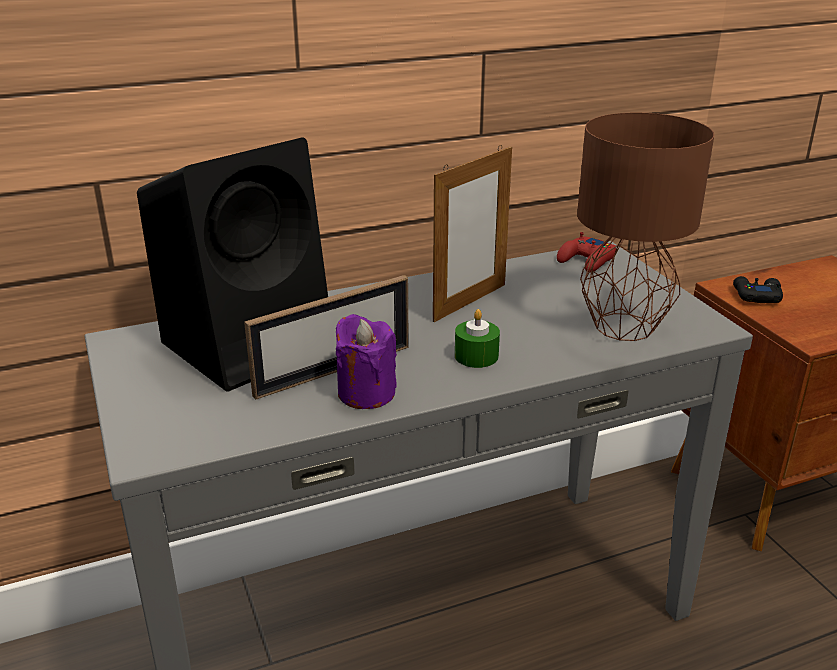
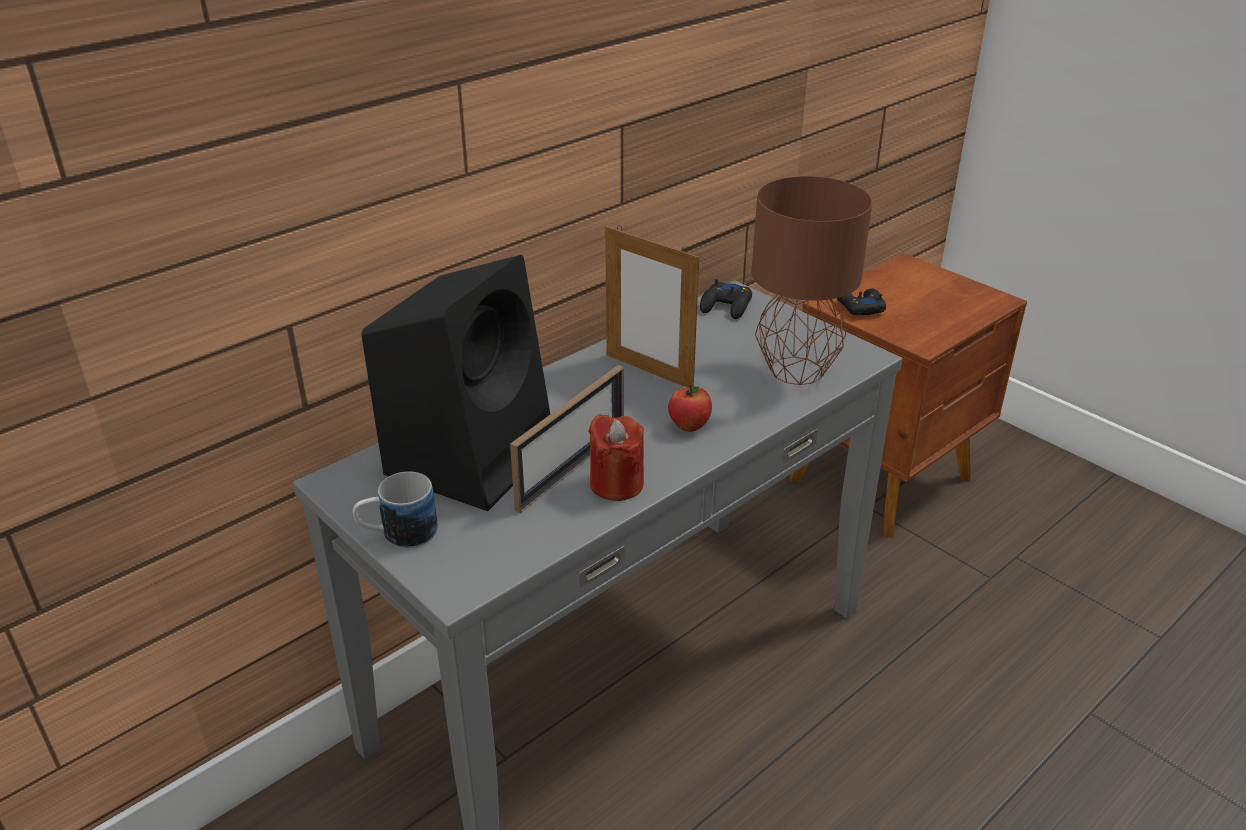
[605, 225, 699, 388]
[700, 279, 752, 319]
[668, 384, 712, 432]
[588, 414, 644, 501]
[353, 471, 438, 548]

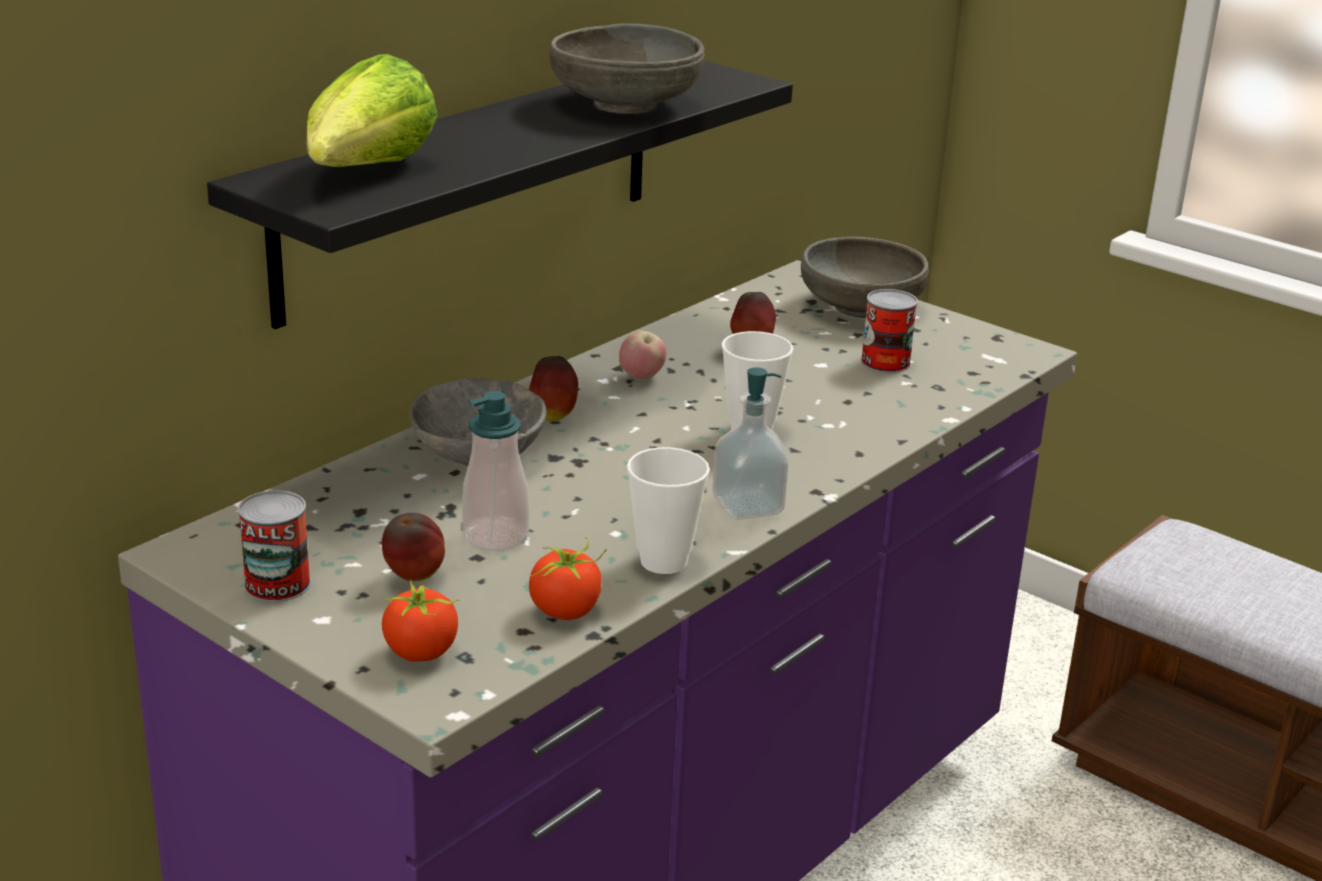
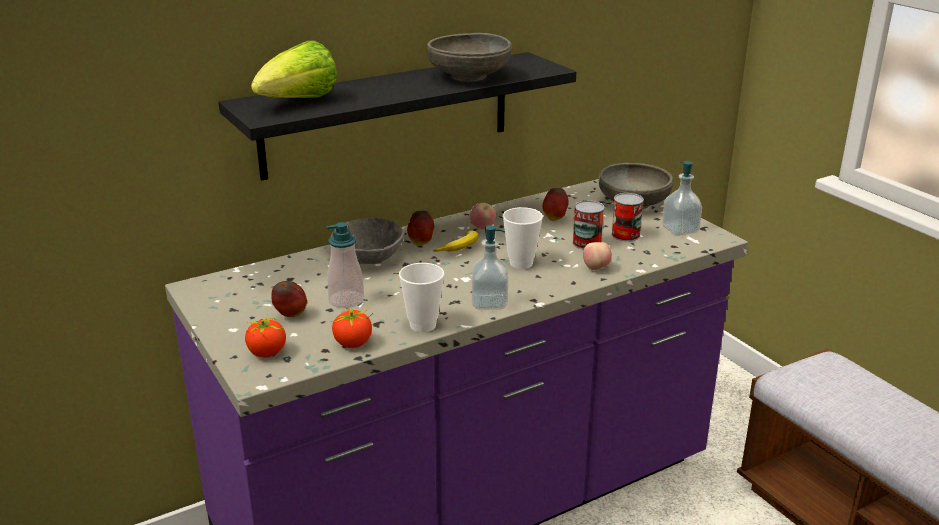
[572, 200, 604, 250]
[662, 161, 702, 236]
[433, 231, 478, 252]
[583, 242, 612, 270]

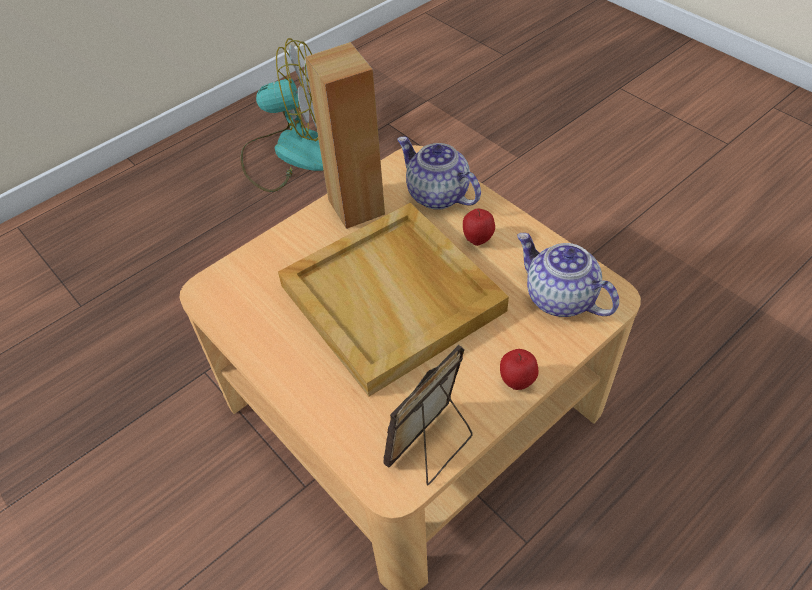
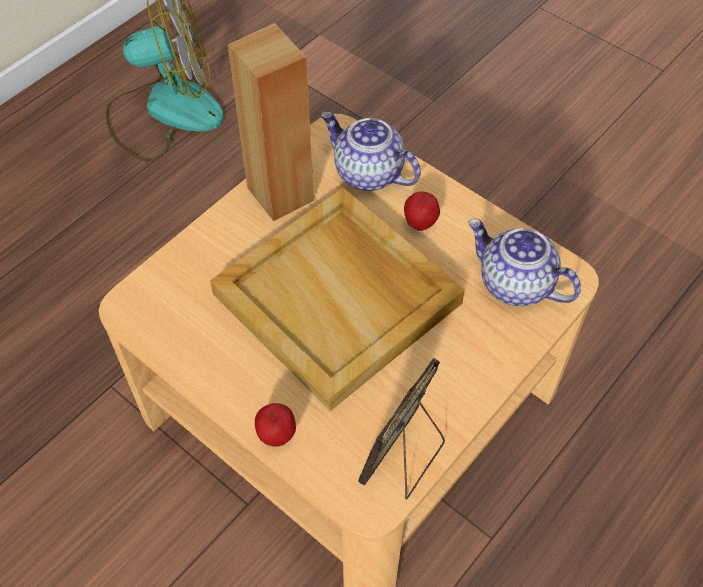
[255, 403, 296, 447]

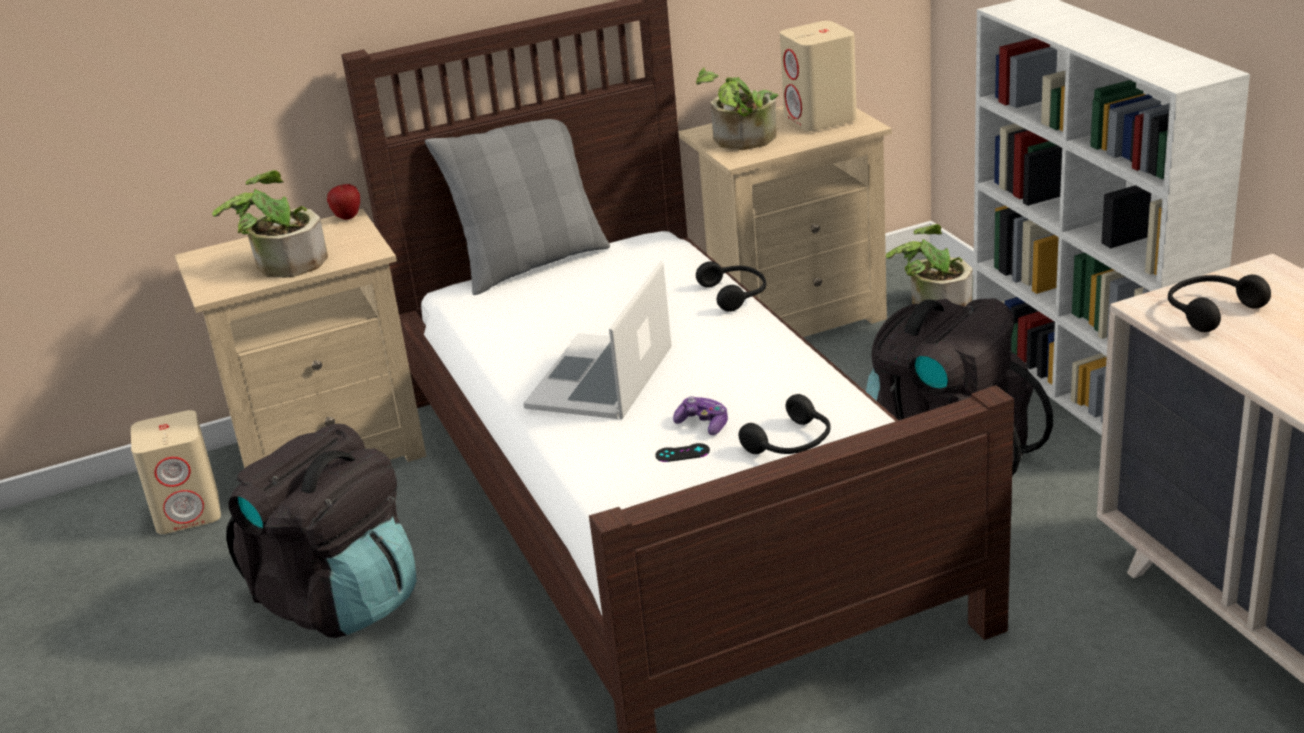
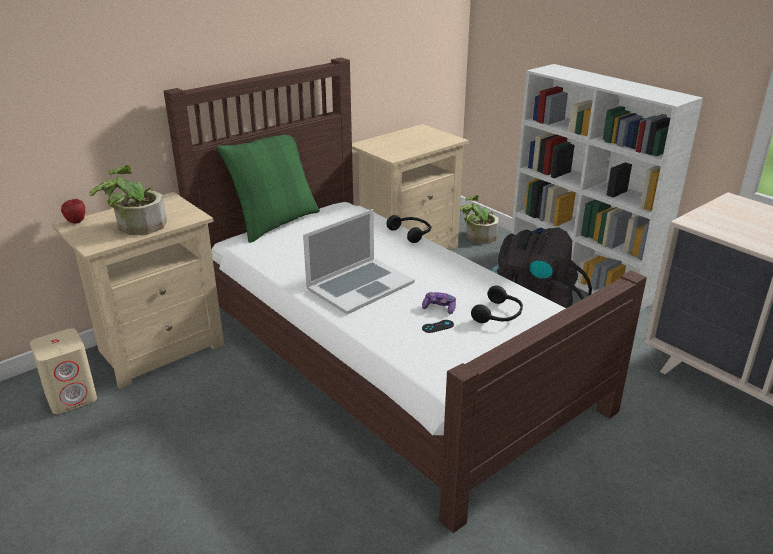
[780, 21, 857, 131] (first image)
[696, 68, 778, 150] (first image)
[217, 135, 320, 243]
[61, 199, 85, 224]
[303, 209, 415, 314]
[1168, 275, 1271, 332] (first image)
[226, 424, 417, 638] (first image)

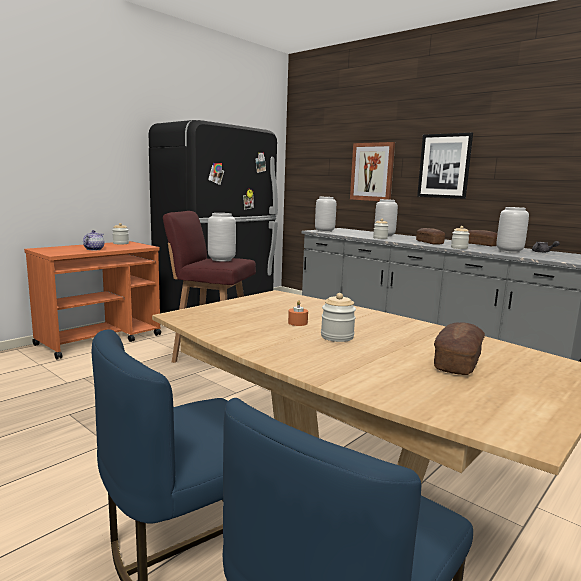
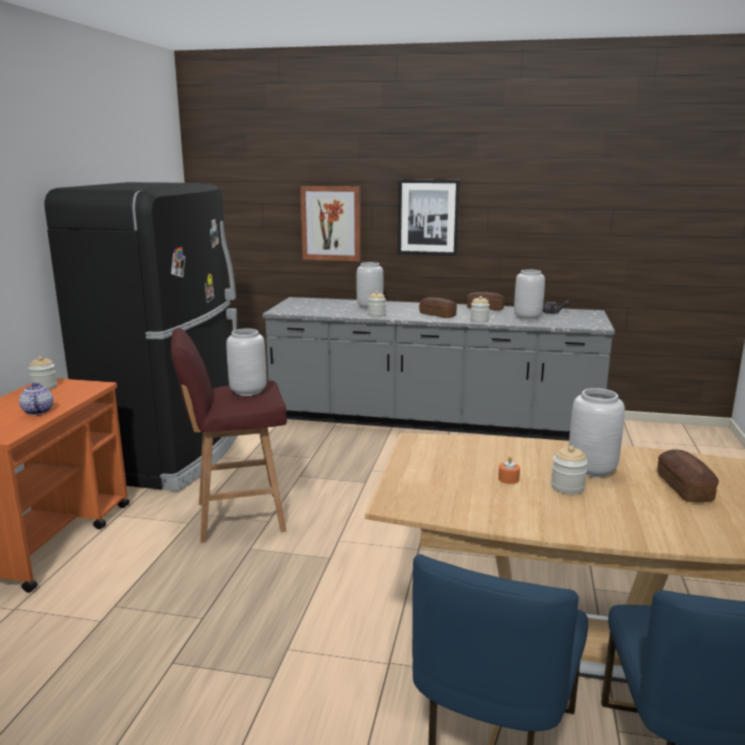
[569, 388, 625, 478]

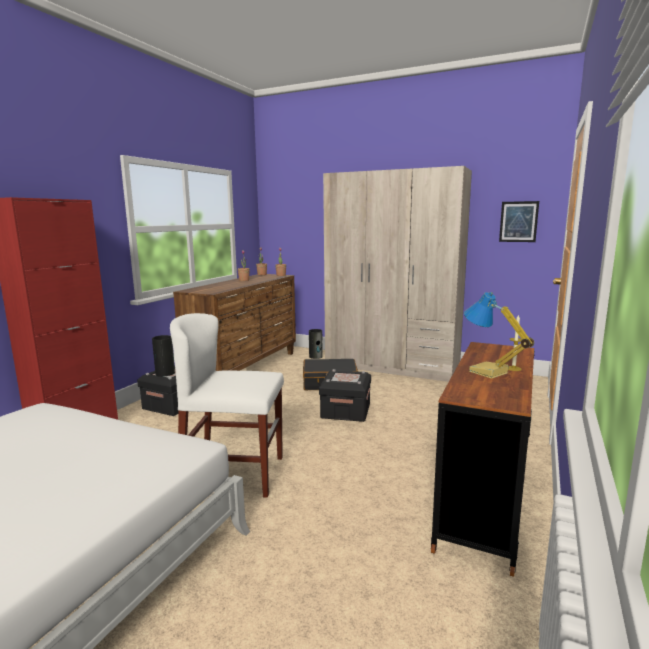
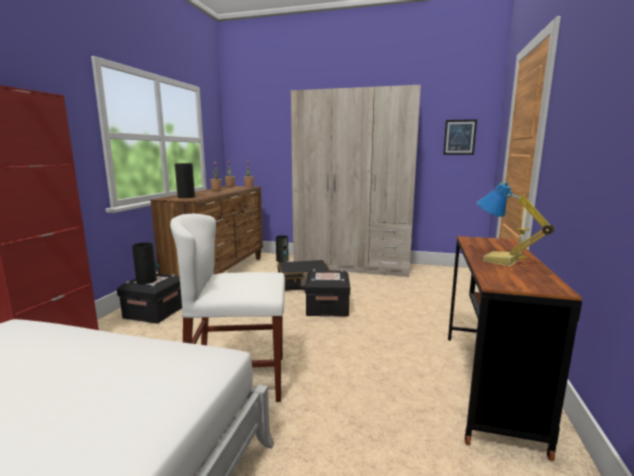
[175, 163, 195, 198]

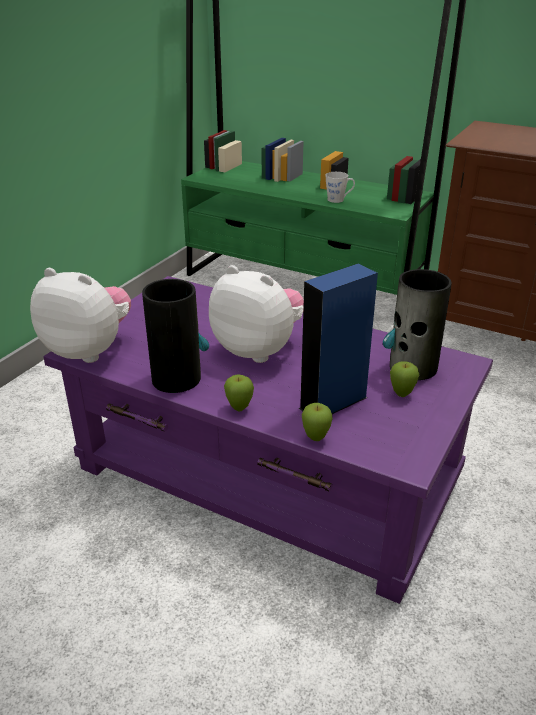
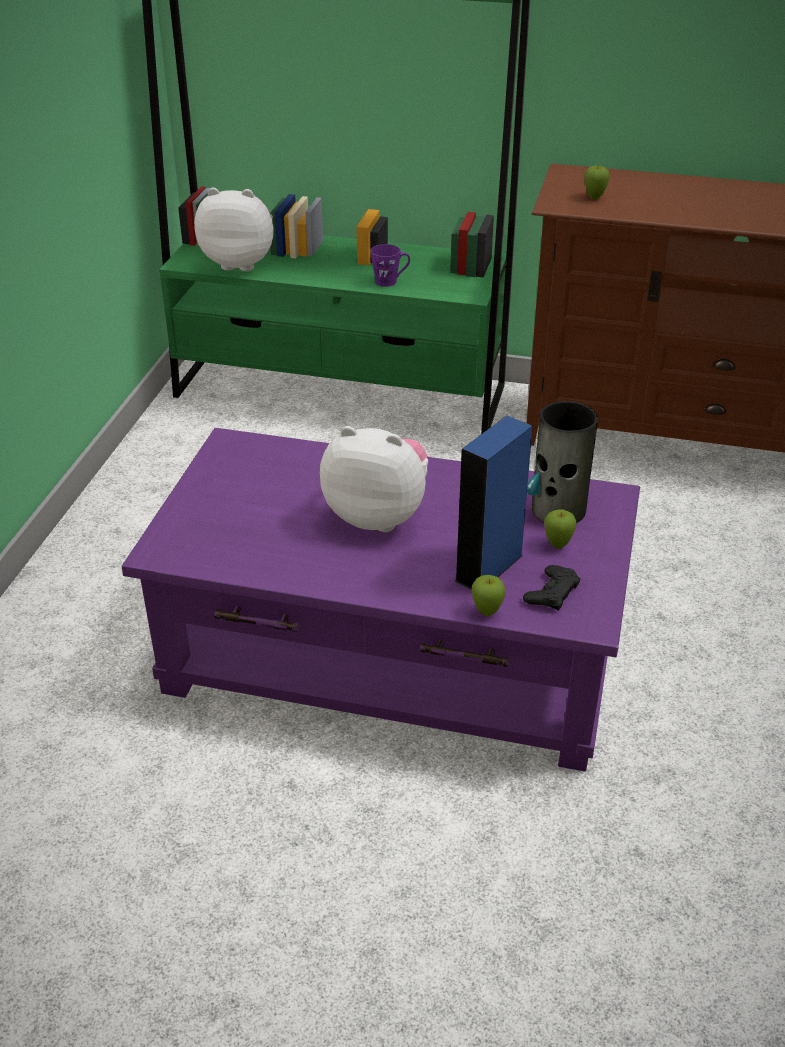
[371, 244, 410, 287]
[194, 187, 274, 272]
[142, 279, 209, 393] (first image)
[584, 166, 610, 200]
[523, 565, 581, 611]

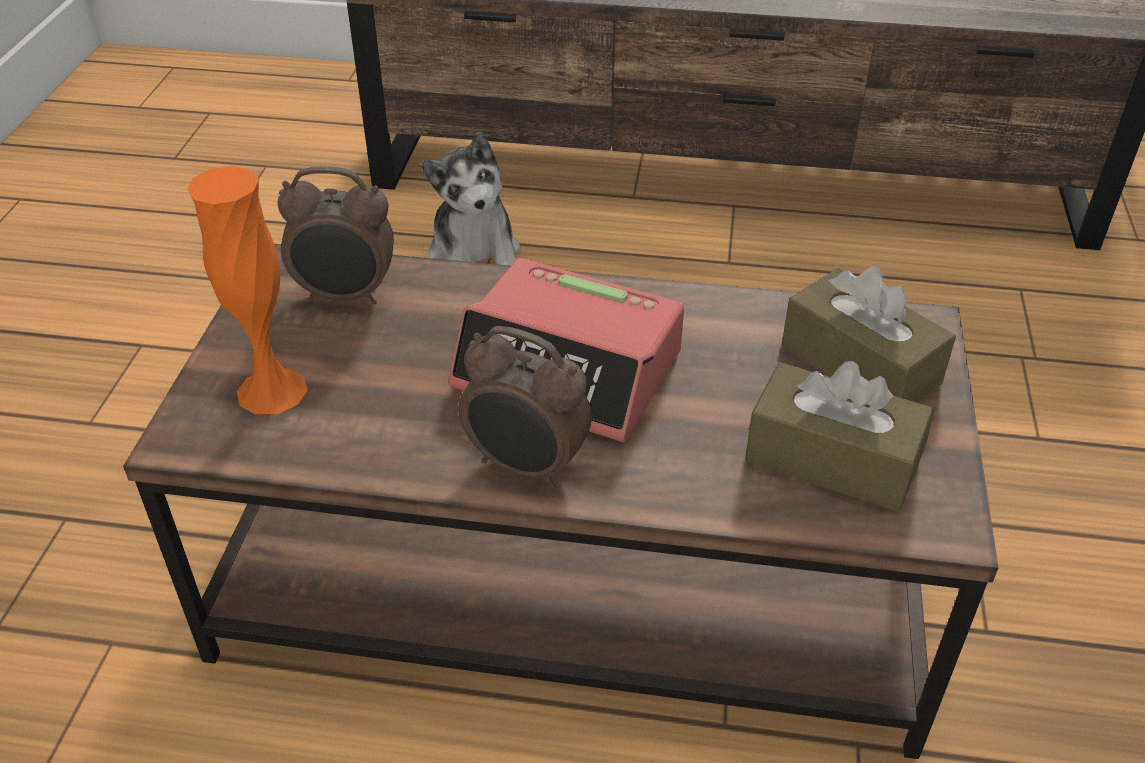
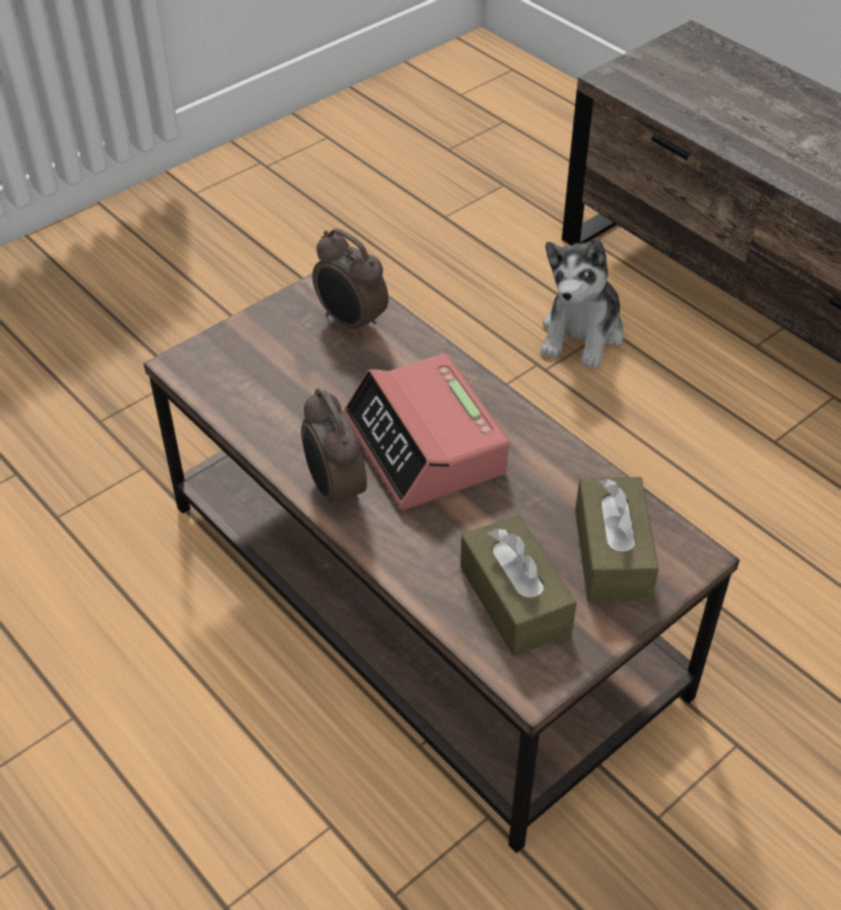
[187, 166, 308, 414] (first image)

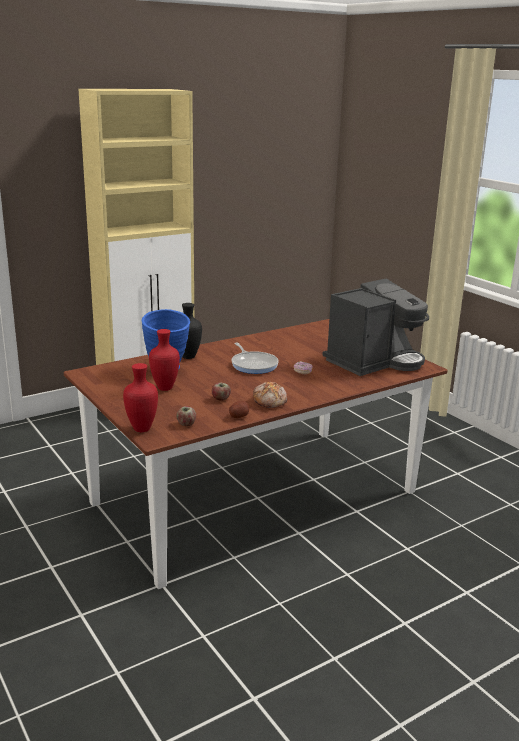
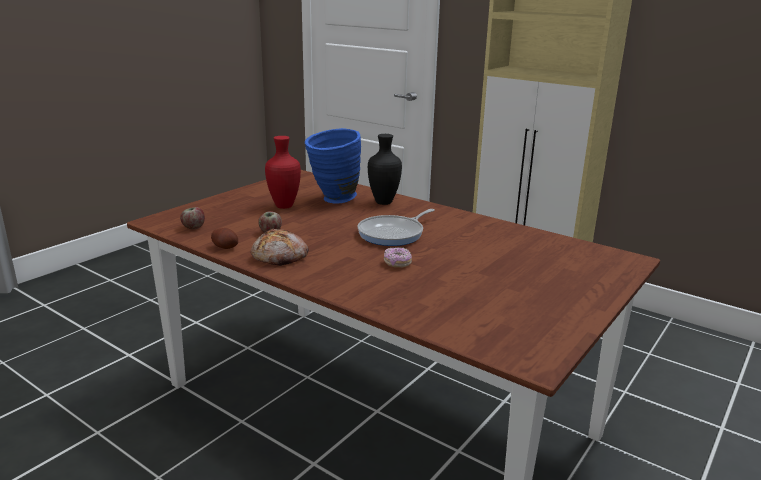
[322, 278, 429, 376] (first image)
[123, 363, 158, 432] (first image)

